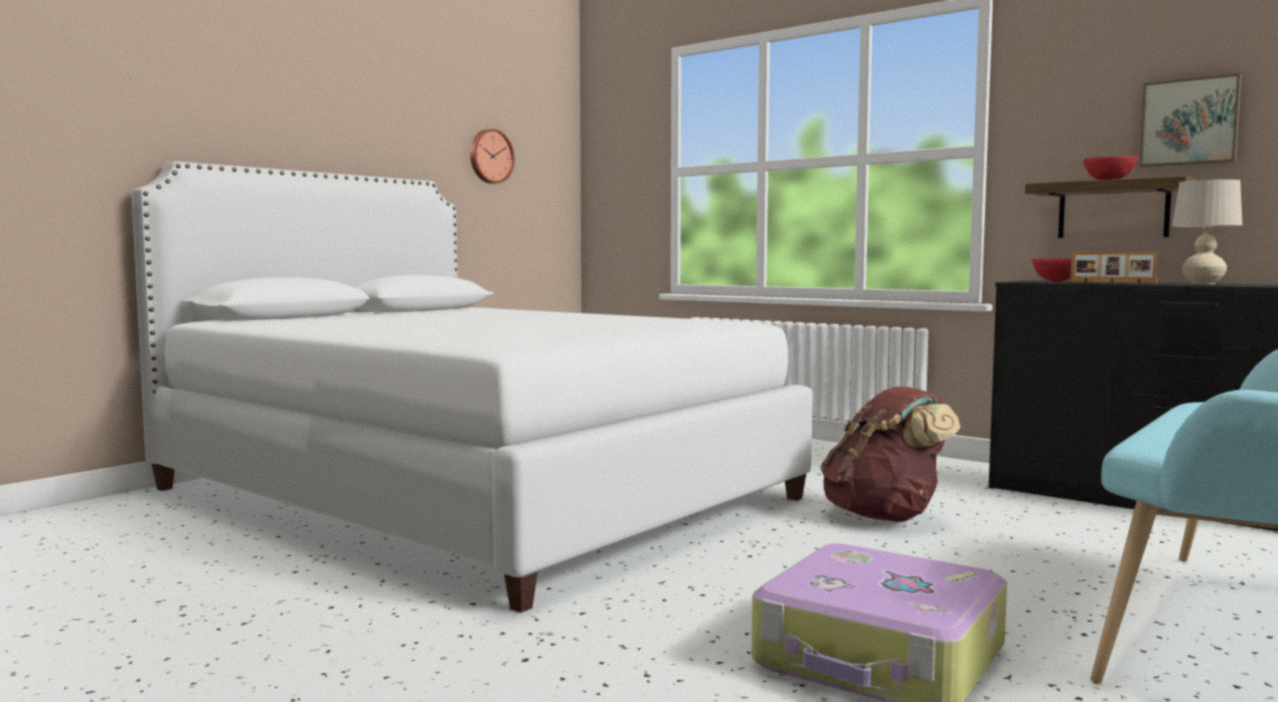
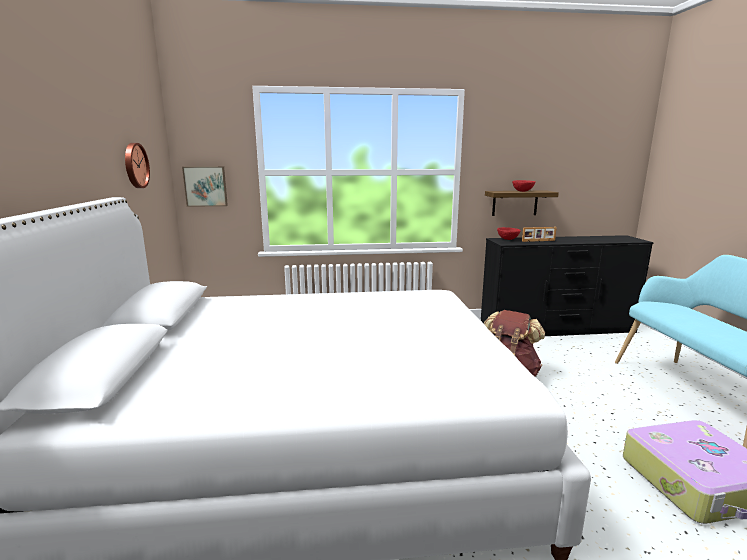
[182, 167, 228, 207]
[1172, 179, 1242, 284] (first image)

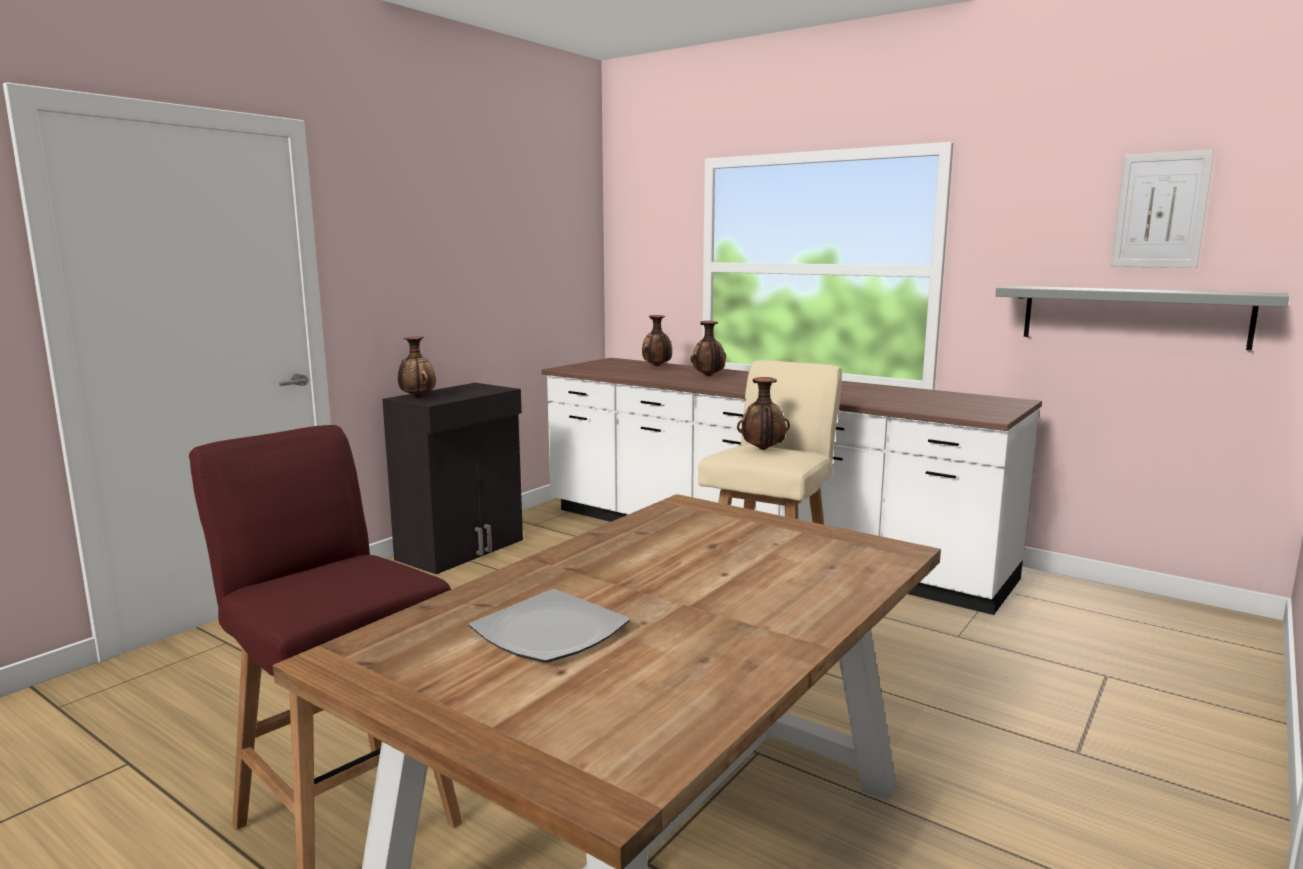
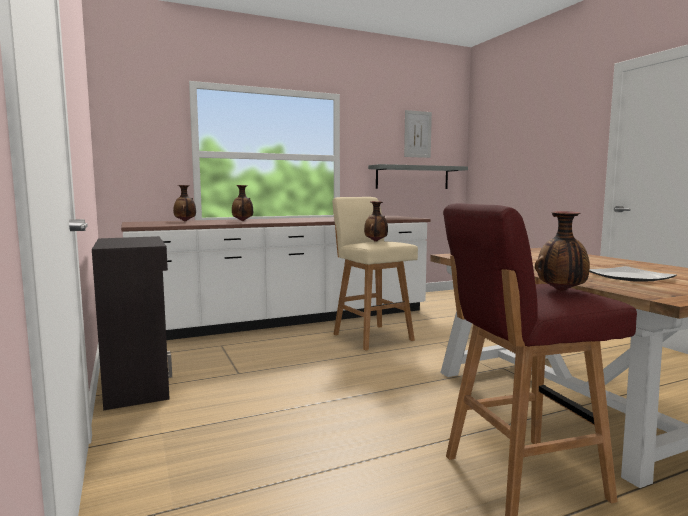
[535, 211, 590, 291]

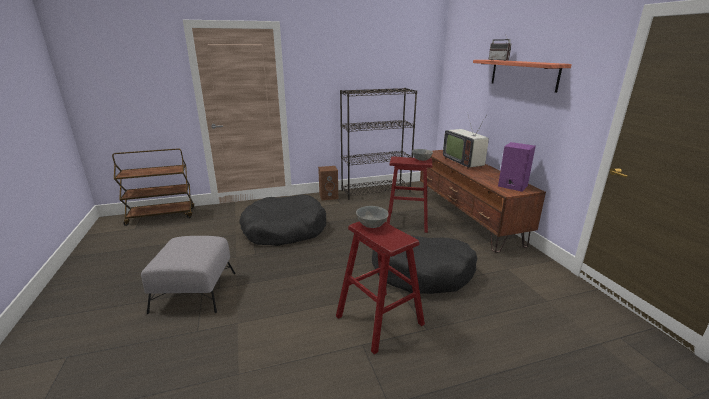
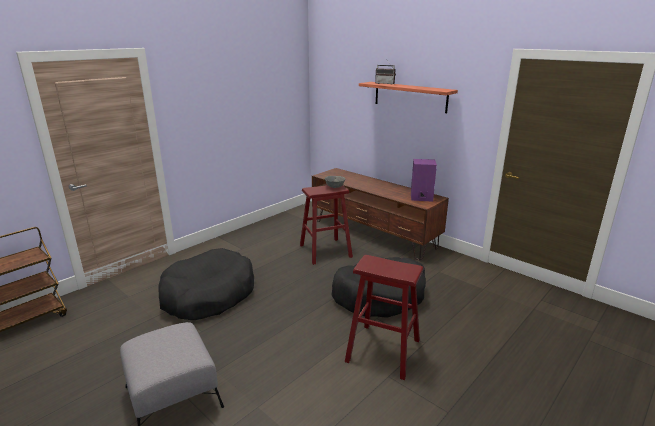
[340, 88, 417, 200] (first image)
[443, 112, 489, 169] (first image)
[318, 166, 338, 200] (first image)
[356, 206, 389, 228] (first image)

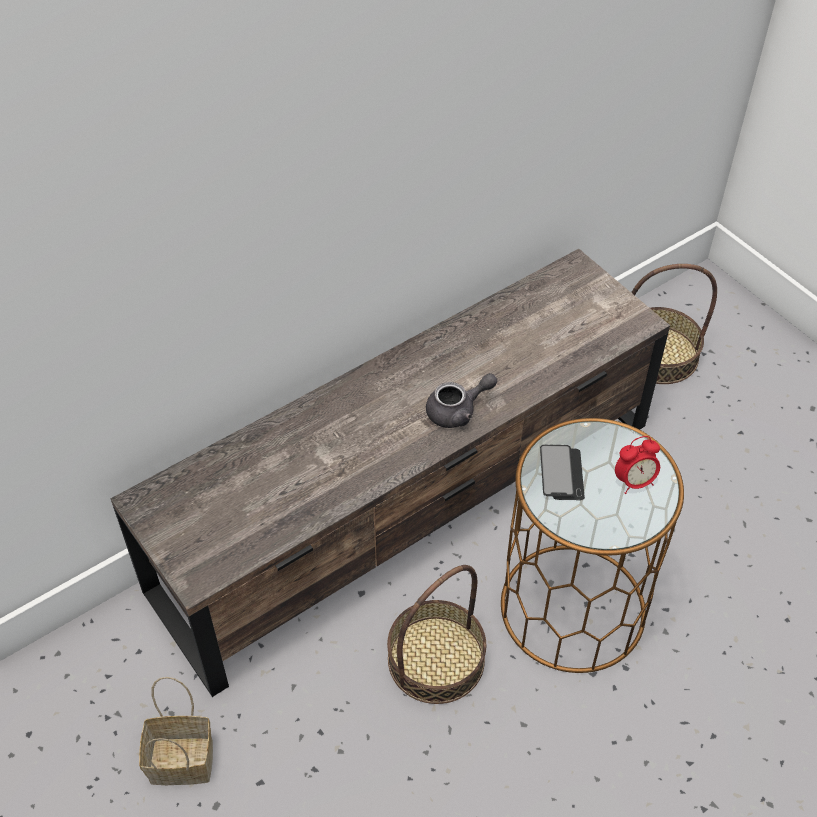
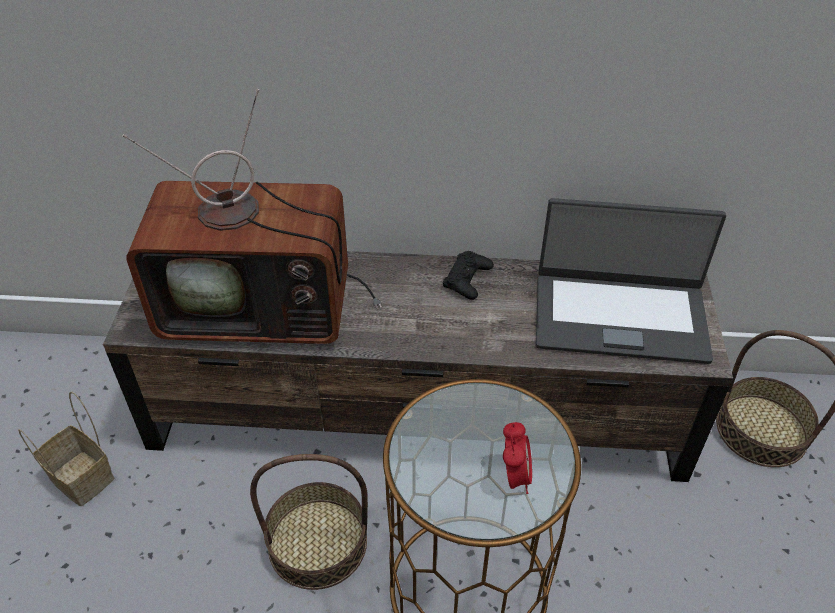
[426, 373, 497, 428] (first image)
[503, 422, 532, 494]
[540, 445, 585, 500] (first image)
[123, 89, 382, 344]
[536, 198, 726, 364]
[443, 251, 494, 300]

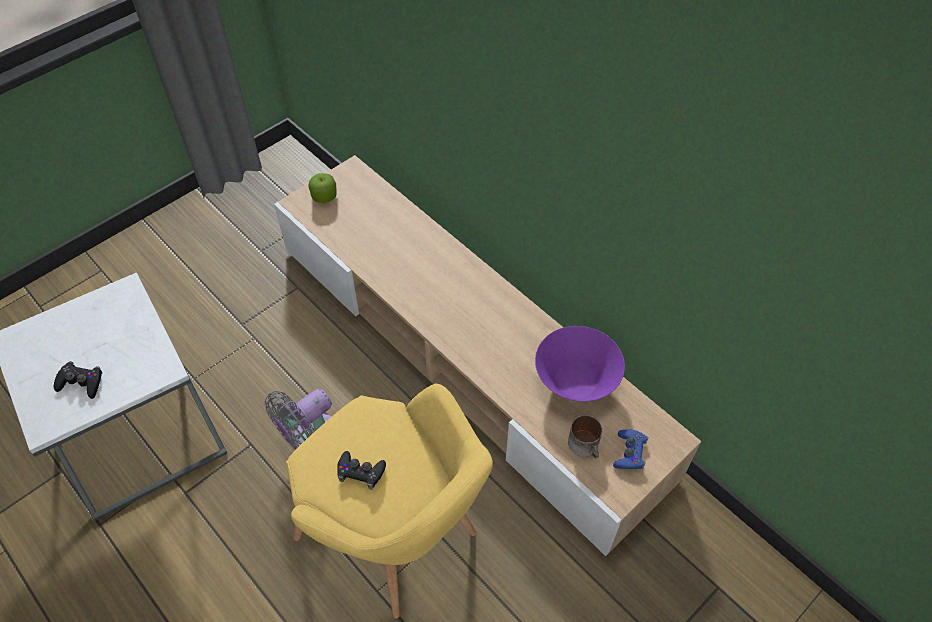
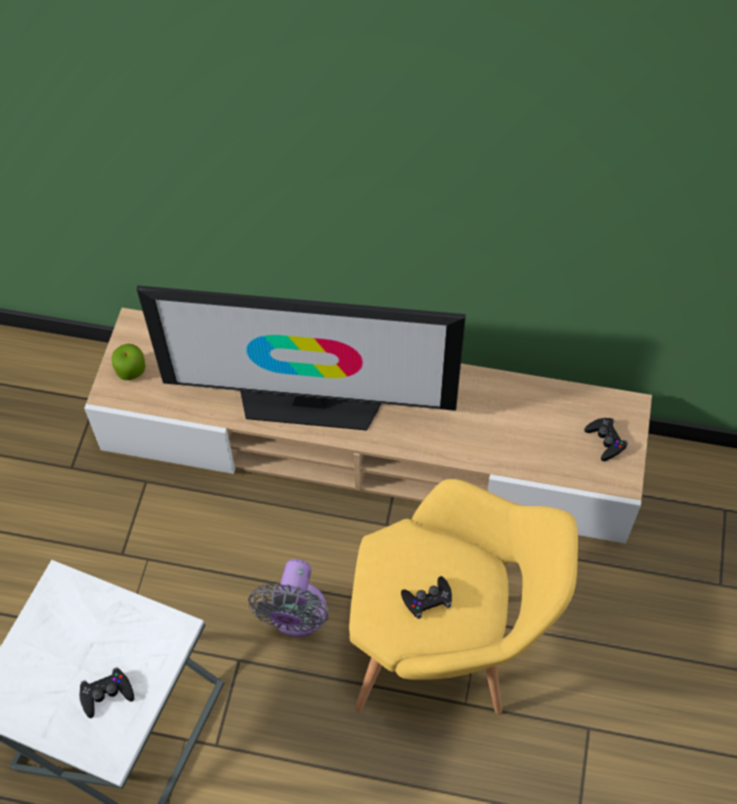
[535, 326, 625, 402] (first image)
[568, 415, 602, 458] (first image)
[584, 418, 628, 461]
[136, 285, 466, 431]

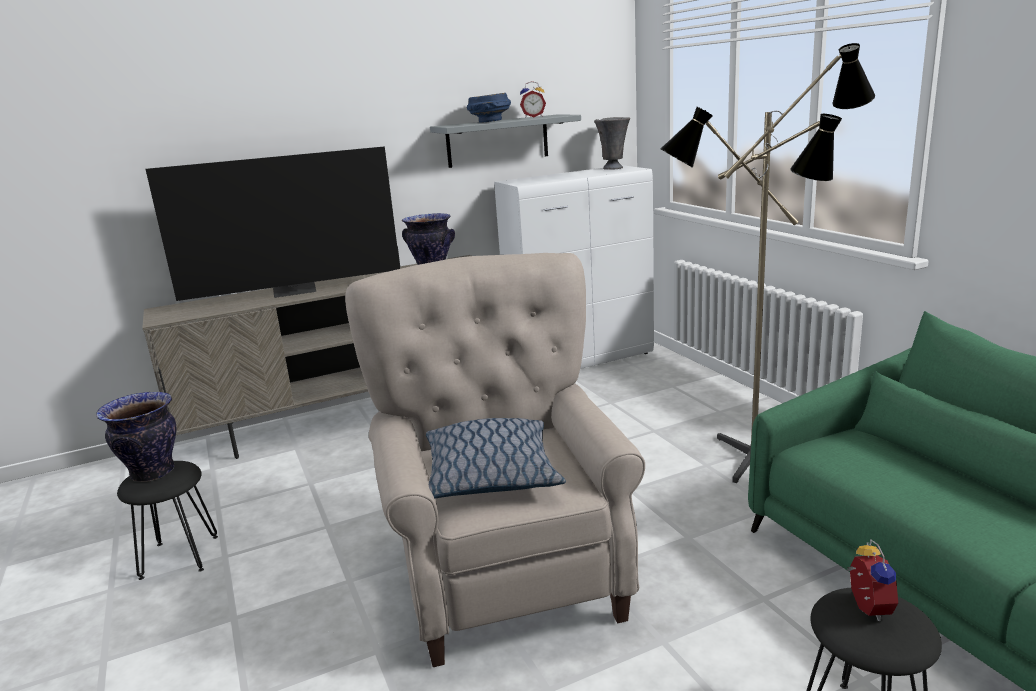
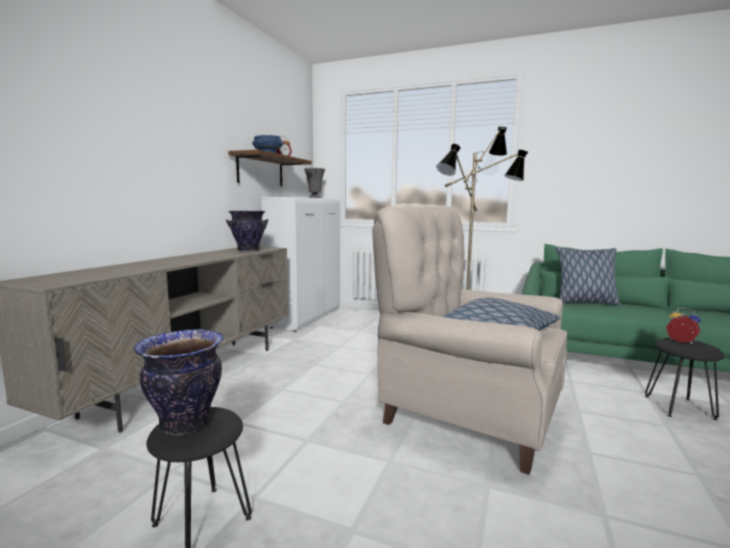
[228, 150, 312, 186]
[146, 146, 400, 301] (first image)
[556, 247, 620, 305]

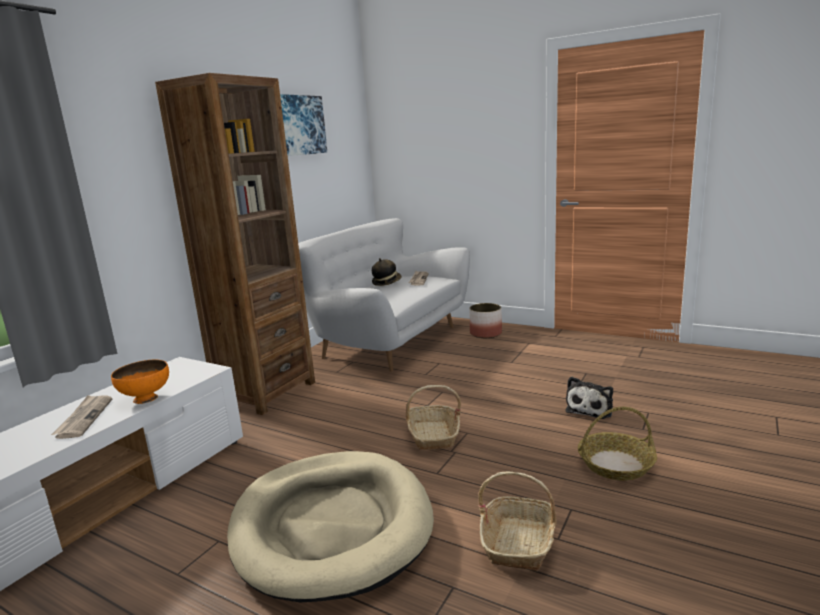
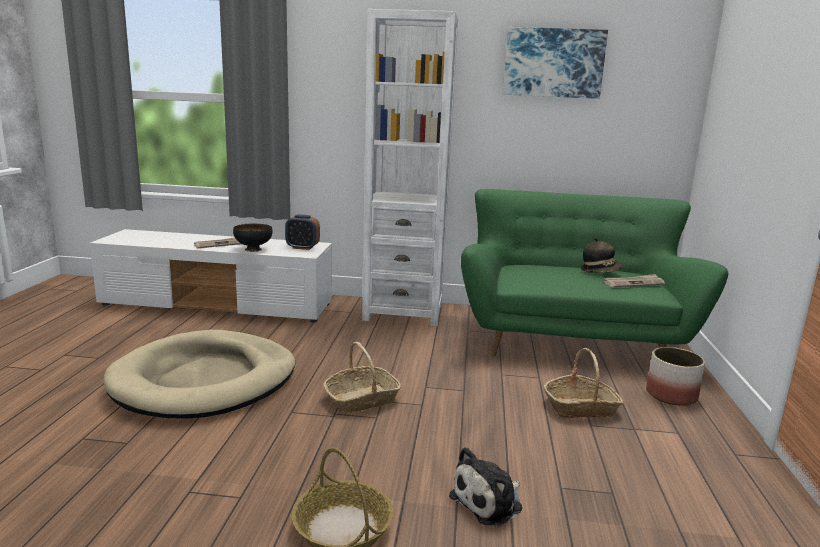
[362, 9, 458, 326]
[461, 189, 728, 356]
[233, 224, 273, 252]
[449, 447, 522, 526]
[544, 348, 624, 418]
[285, 215, 320, 250]

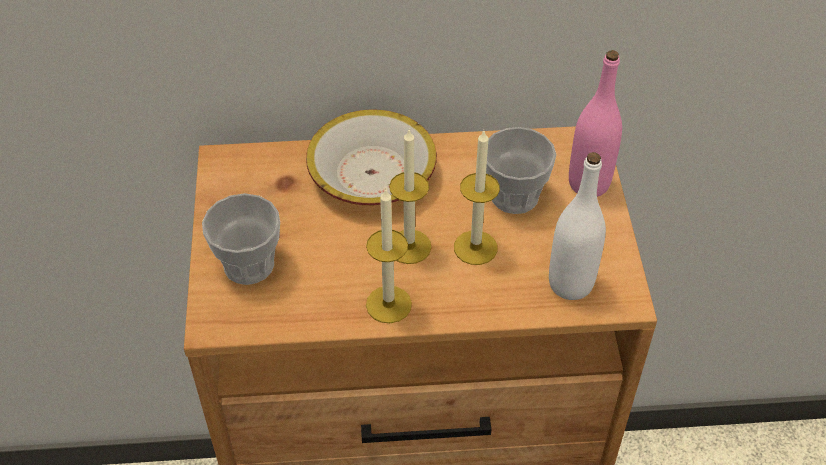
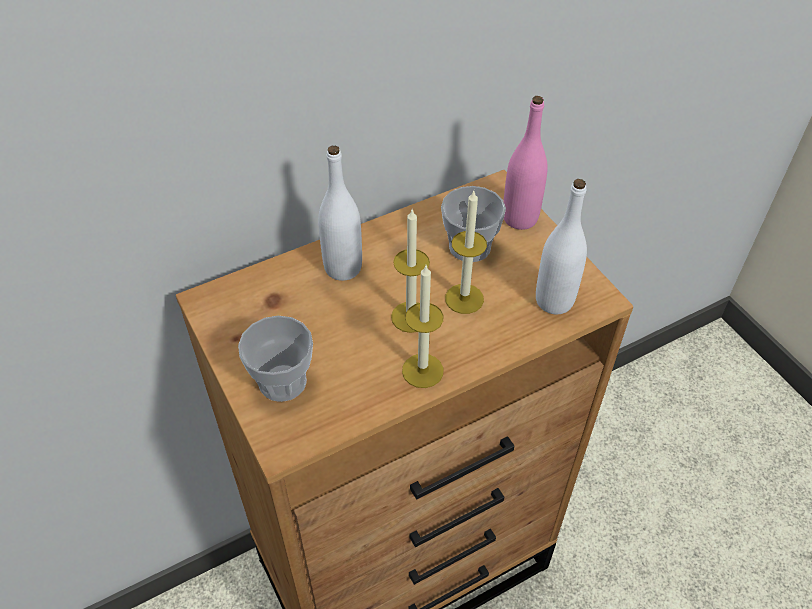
[318, 145, 362, 281]

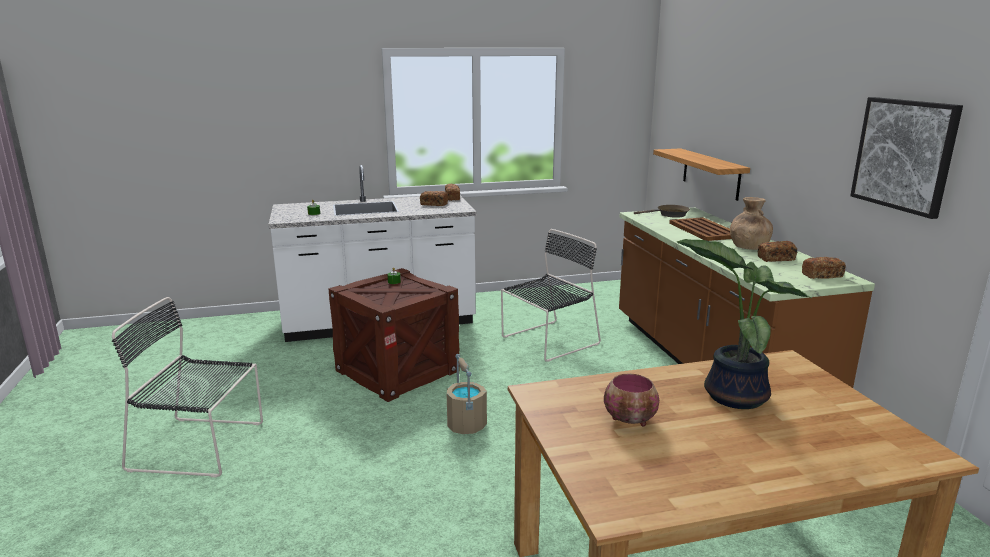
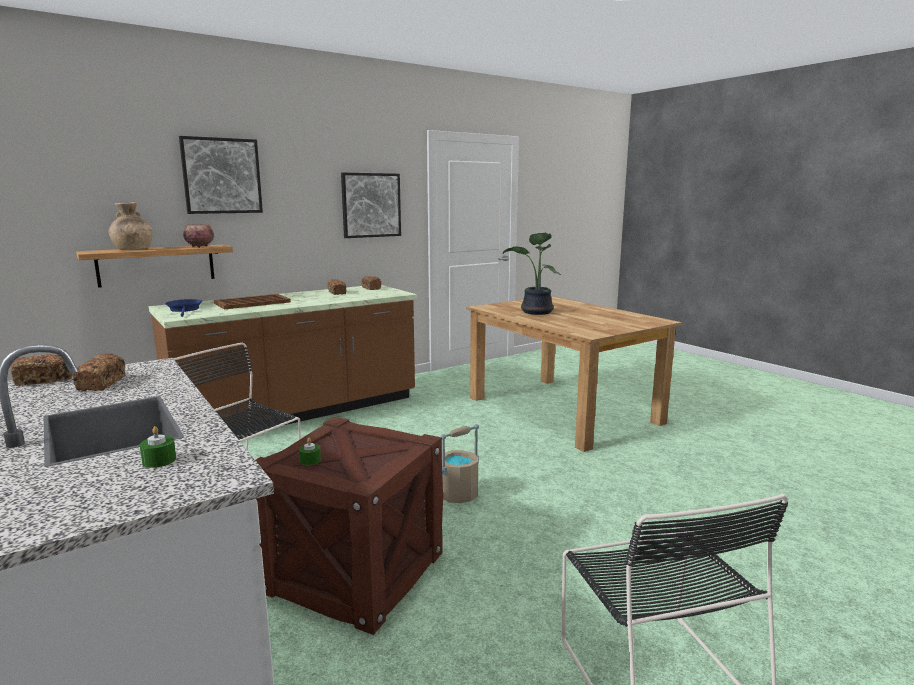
[109, 202, 152, 250]
[165, 299, 202, 317]
[183, 224, 214, 248]
[179, 136, 263, 214]

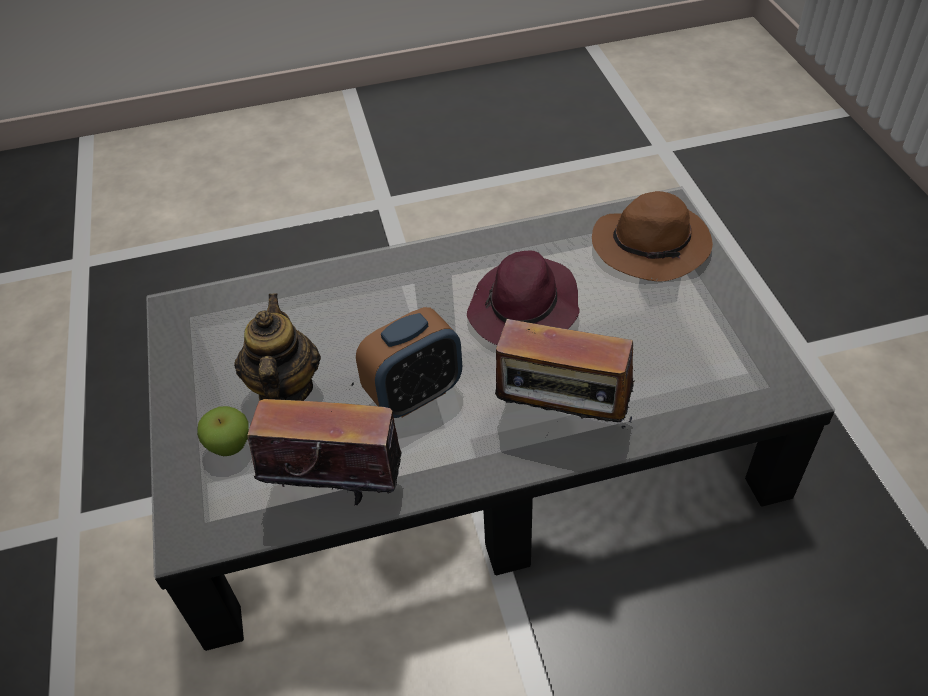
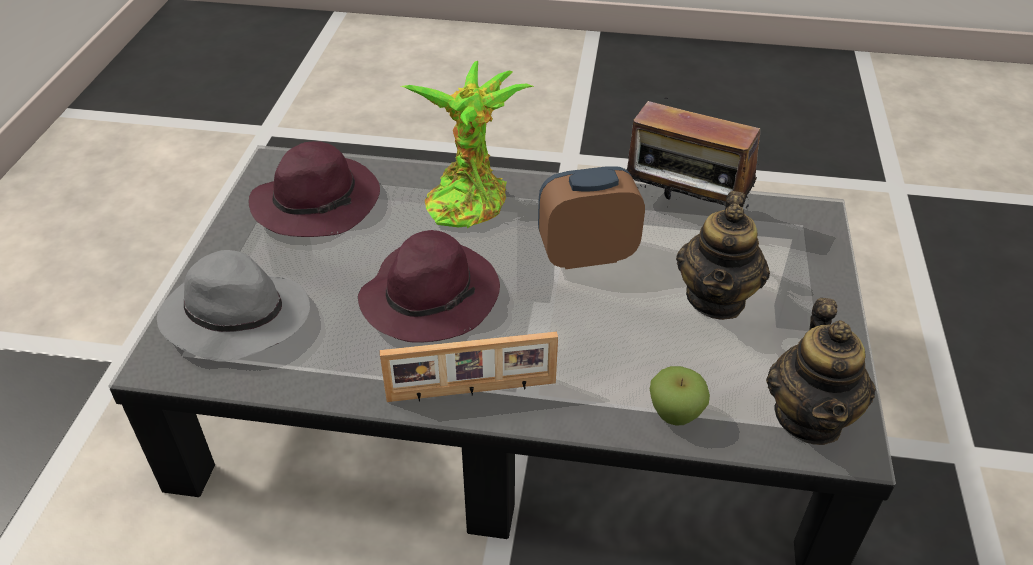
[157, 250, 310, 362]
[401, 61, 535, 228]
[650, 366, 710, 425]
[248, 141, 380, 237]
[766, 298, 876, 445]
[380, 332, 558, 402]

